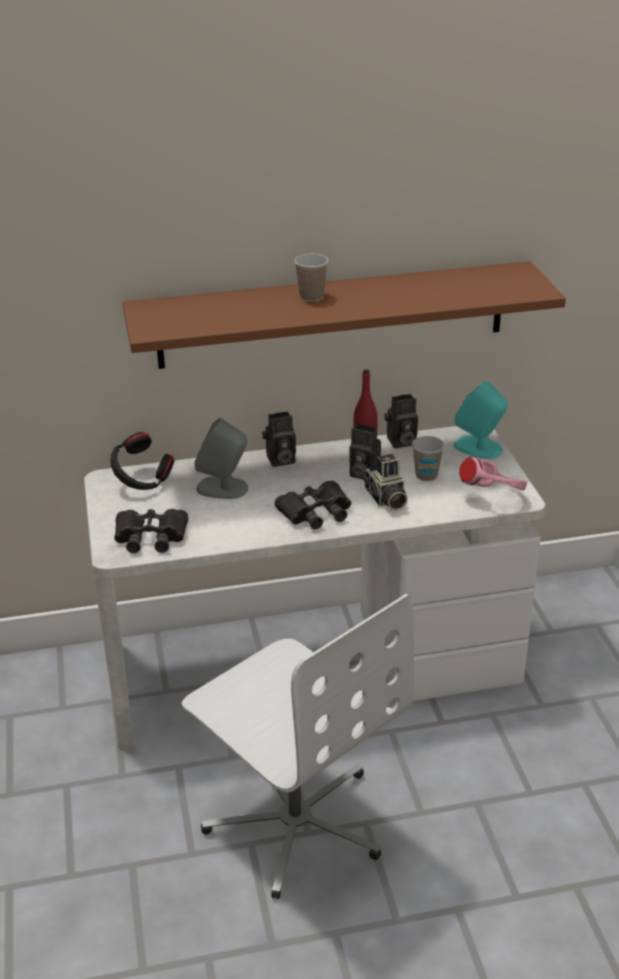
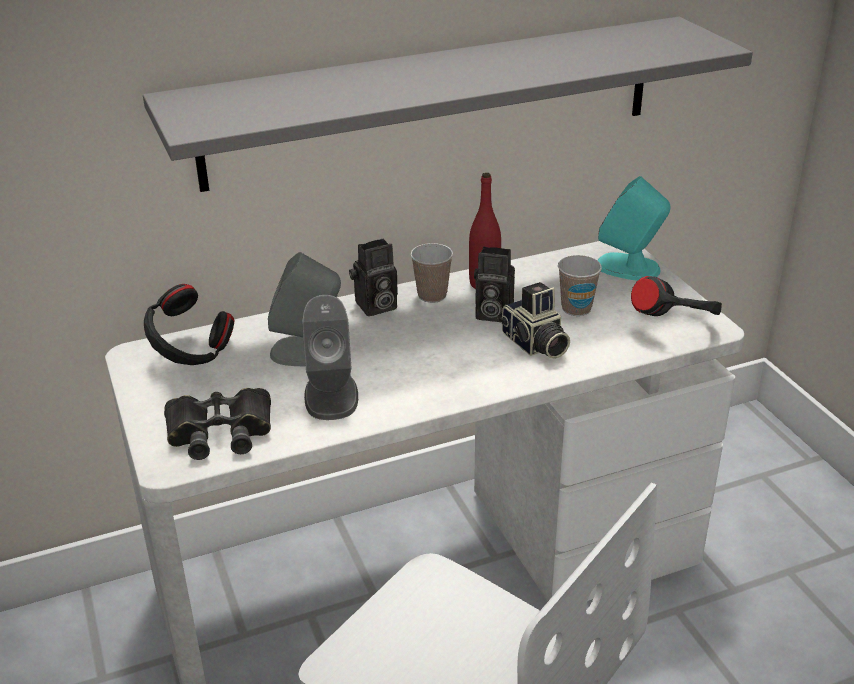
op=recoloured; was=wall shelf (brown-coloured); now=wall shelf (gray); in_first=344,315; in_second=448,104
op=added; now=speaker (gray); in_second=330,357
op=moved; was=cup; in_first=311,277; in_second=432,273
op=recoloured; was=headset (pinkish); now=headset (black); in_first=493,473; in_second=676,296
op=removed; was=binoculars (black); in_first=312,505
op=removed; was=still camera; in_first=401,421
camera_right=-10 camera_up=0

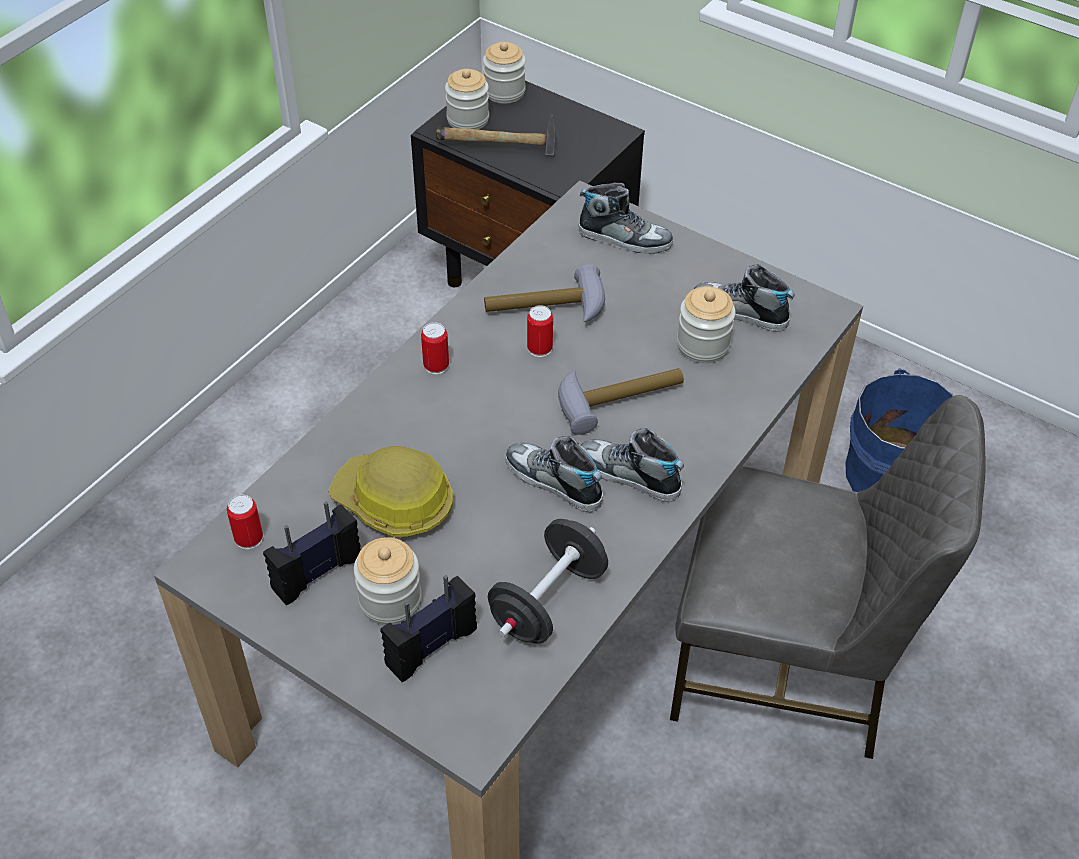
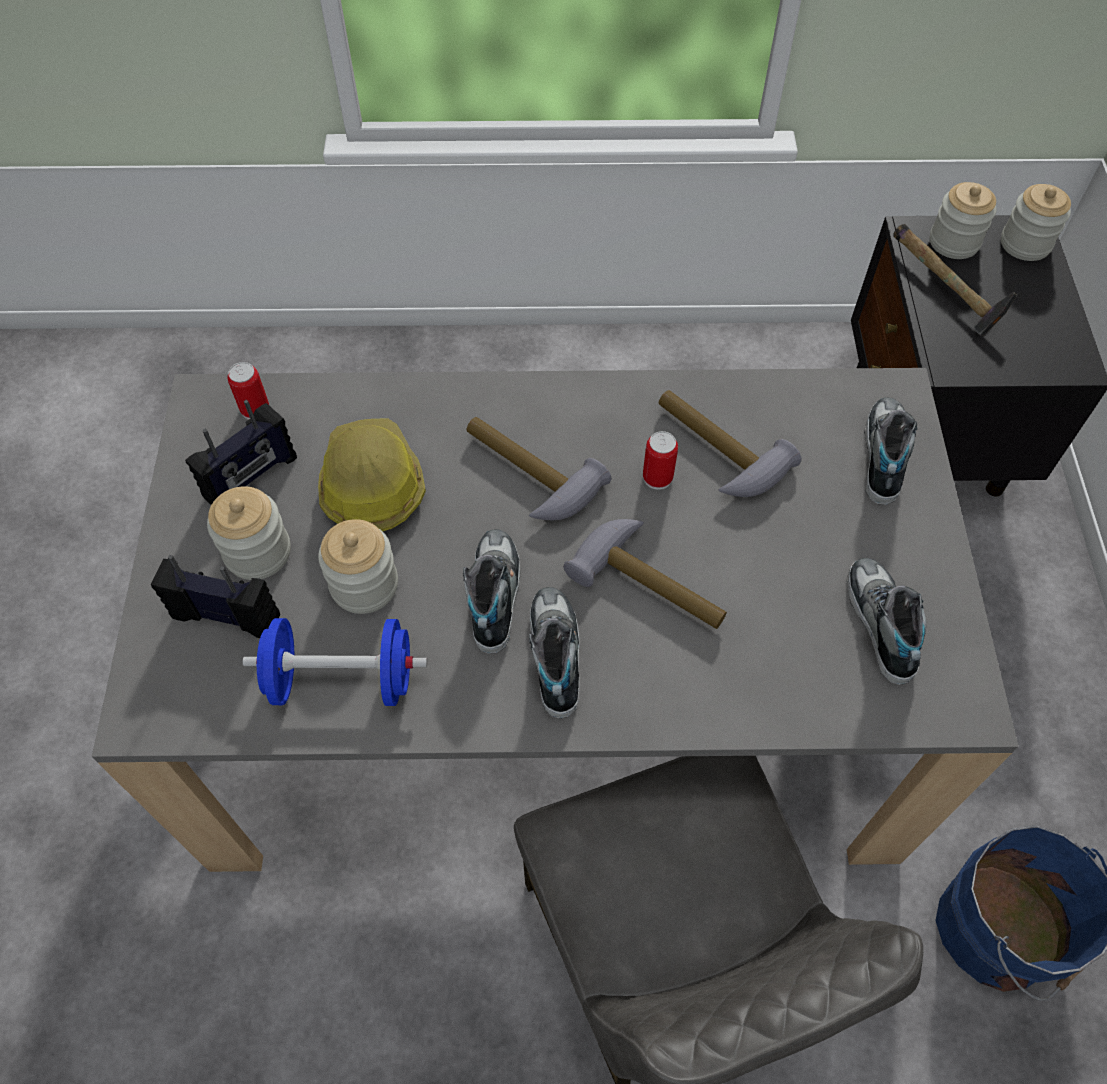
op=turned; was=radio receiver; in_first=312,553; in_second=241,452; clockwise=120
op=recoloured; was=hand weight (black); now=hand weight (blue); in_first=548,581; in_second=335,662
op=moved; was=jar; in_first=706,324; in_second=358,566
op=added; now=hand hammer; in_second=539,468
op=turned; was=shoe; in_first=626,218; in_second=891,451; clockwise=-150
op=removed; was=can; in_first=435,348
camera_right=55 camera_up=10

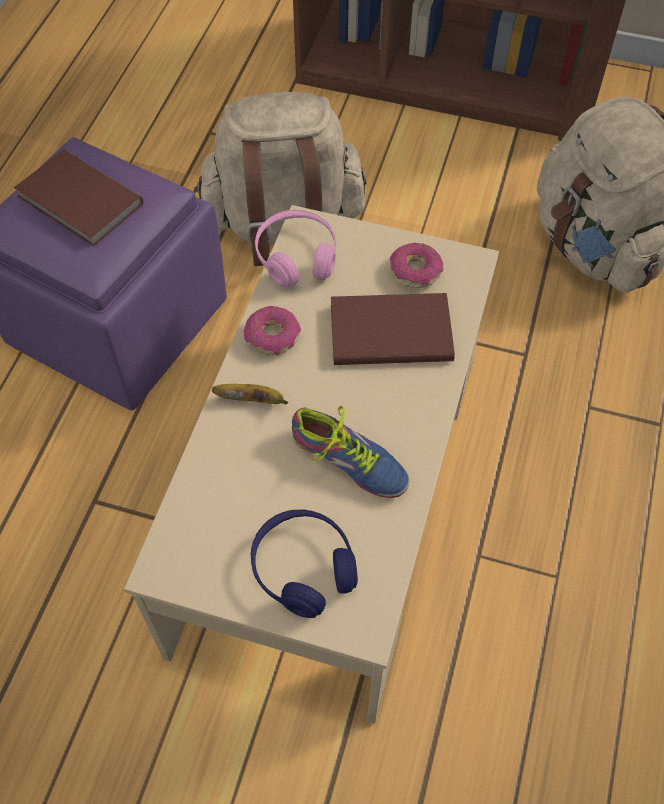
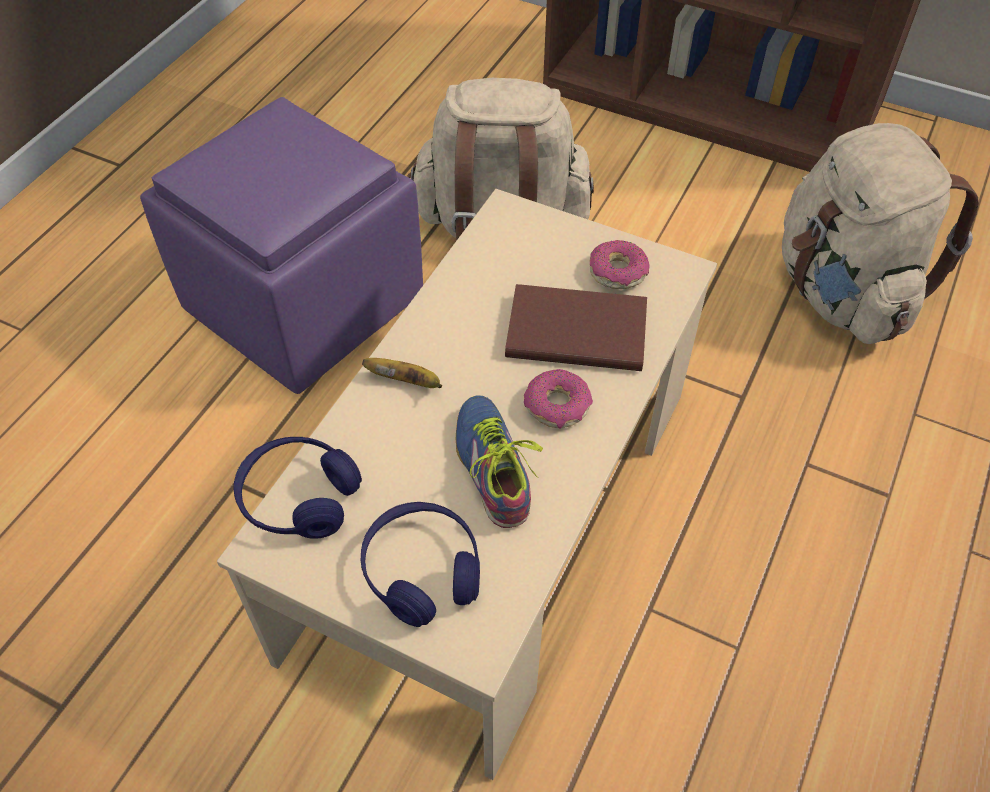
op=added; now=headset (blue); in_second=297,488
op=turned; was=shoe; in_first=350,452; in_second=499,461; clockwise=-150
op=moved; was=doughnut; in_first=272,330; in_second=558,399
op=removed; was=book (brown-coloured); in_first=78,198
op=removed; was=headset (pinkish); in_first=295,248
camera_right=10 camera_up=-5

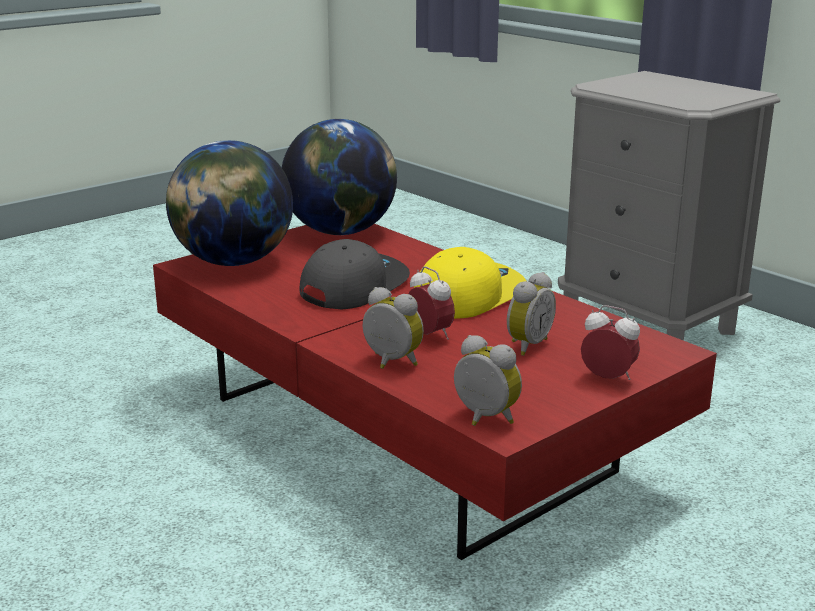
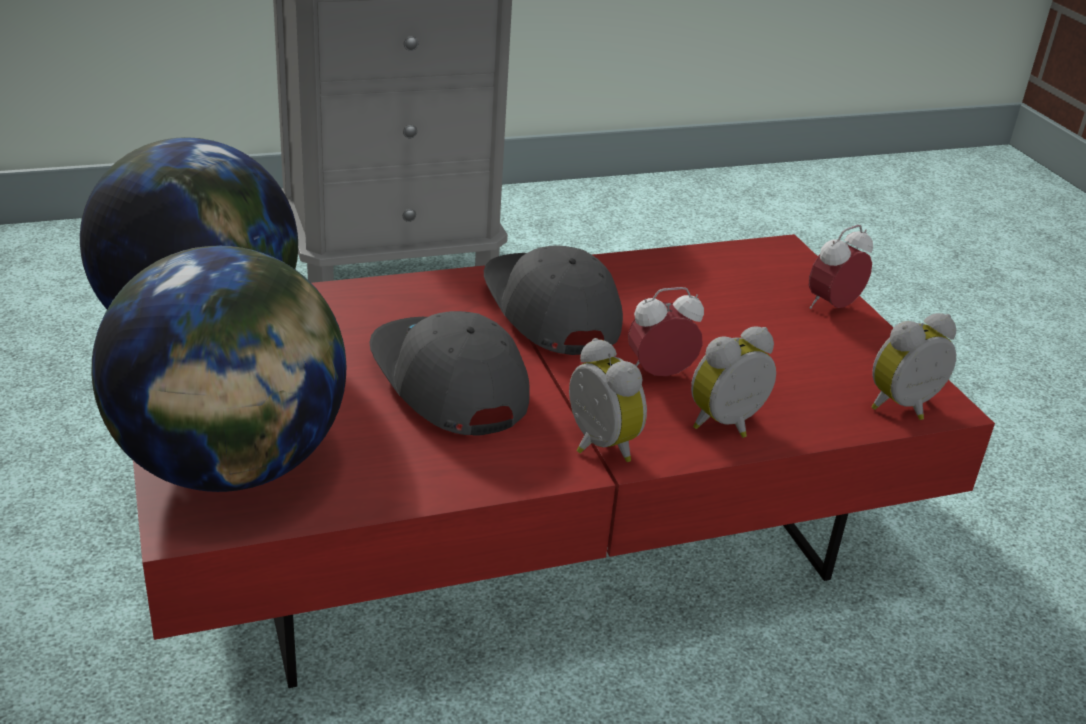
op=recoloured; was=peaked cap (yellowish); now=peaked cap (gray); in_first=470,283; in_second=553,300
op=moved; was=alarm clock; in_first=531,314; in_second=608,400
camera_right=-70 camera_up=10

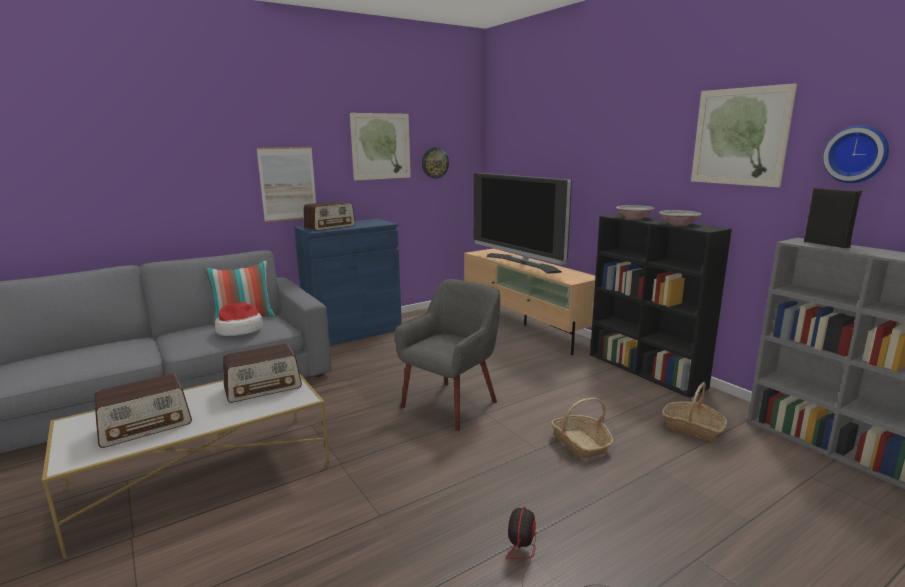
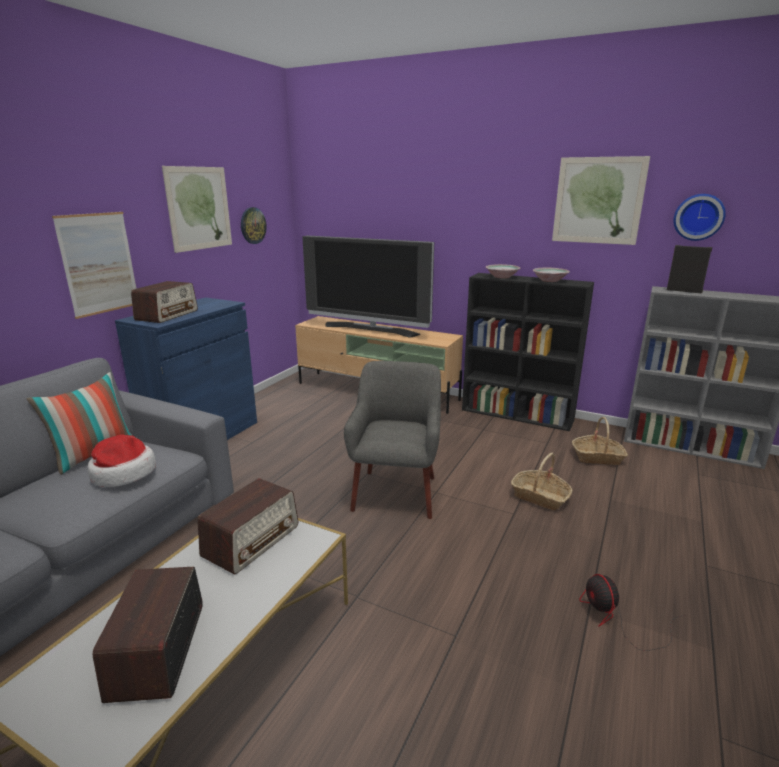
op=turned; was=radio receiver; in_first=143,411; in_second=148,635; clockwise=150
camera_right=-30 camera_up=5

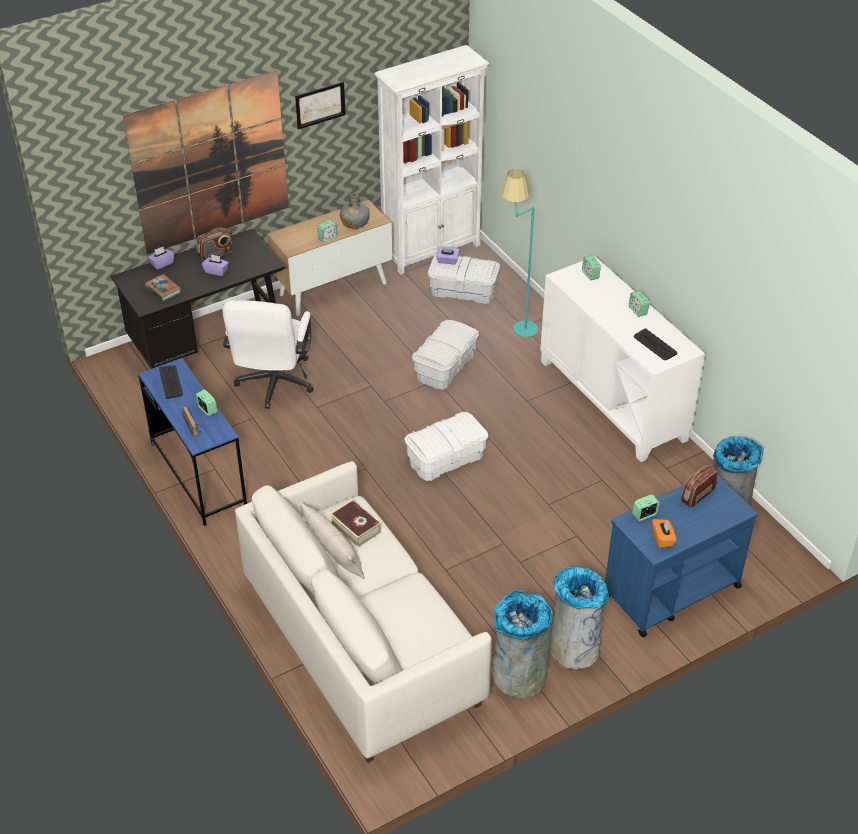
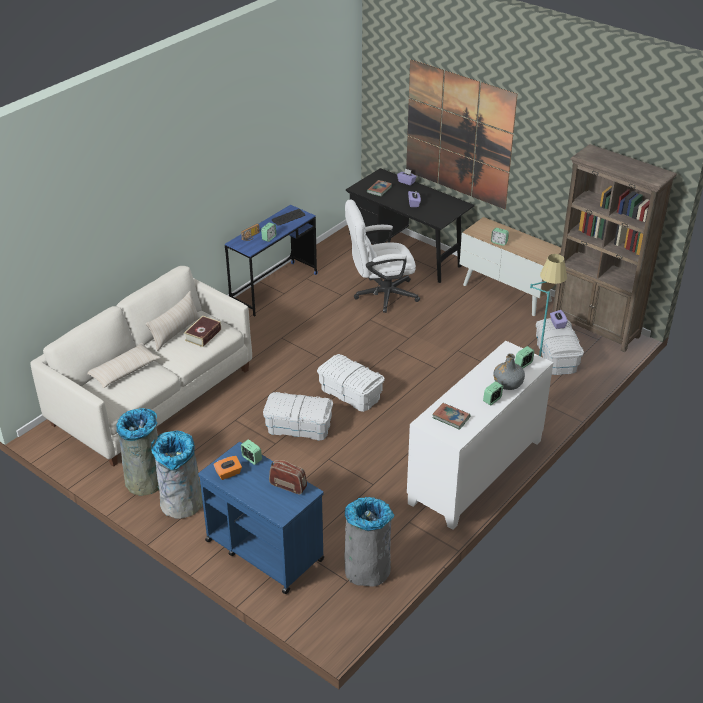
op=added; now=cushion (beige-coloured); in_second=124,365
op=moved; was=storage container (white); in_first=445,355; in_second=298,416
op=replaced; was=computer keyboard; now=book; in_first=655,344; in_second=451,416
op=moved; was=beverage bottle (gray); in_first=355,211; in_second=509,371
op=recoloured; was=shelving unit (white); now=shelving unit (brown-coloured); in_first=432,160; in_second=614,248
op=removed; was=radio receiver; in_first=215,244
op=removed; was=picture; in_first=320,106
camera_right=70 camera_up=-5

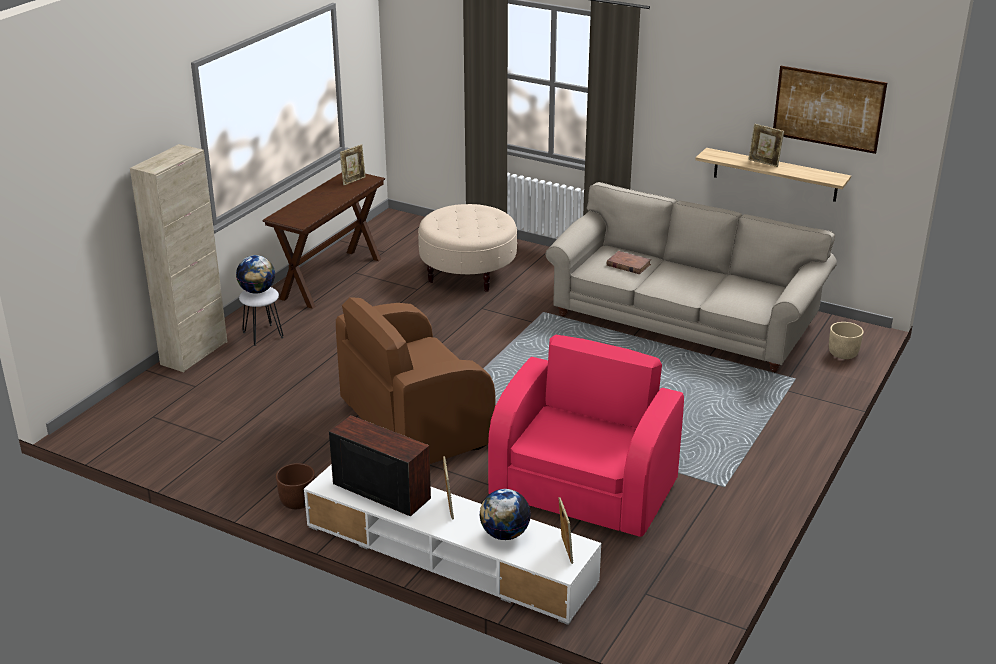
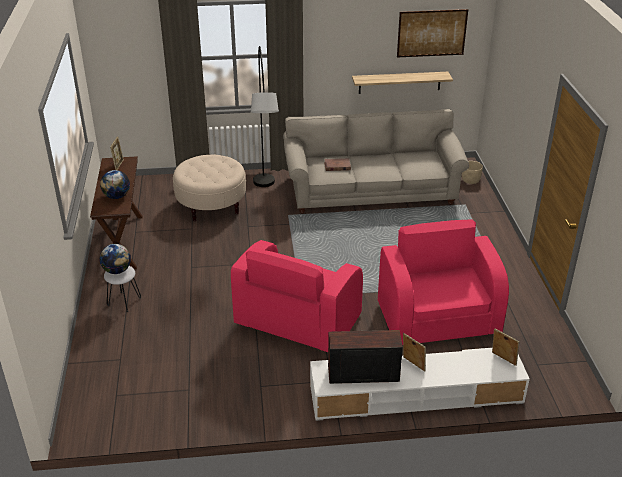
op=moved; was=world globe; in_first=505,514; in_second=115,184
op=recoloured; was=easy chair (brown-coloured); now=easy chair (pinkish); in_first=415,380; in_second=297,296
op=added; now=floor lamp (gray); in_second=265,116
op=removed; was=storage cabinet (beige-coloured); in_first=178,258
op=removed; was=flower pot (brown-coloured); in_first=295,486
op=removed; was=photo frame; in_first=766,145
camera_right=-35 camera_up=5

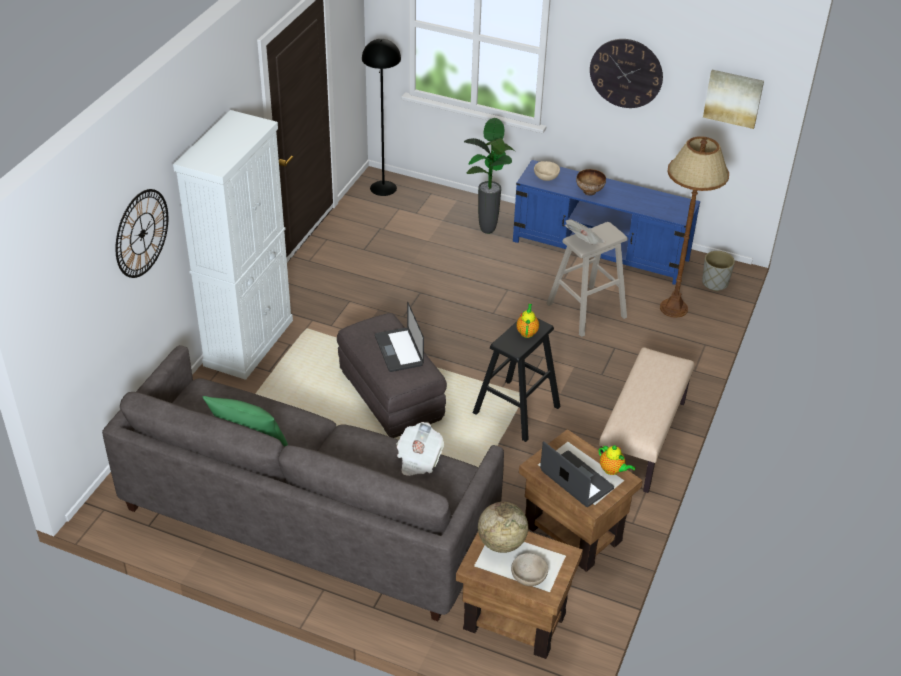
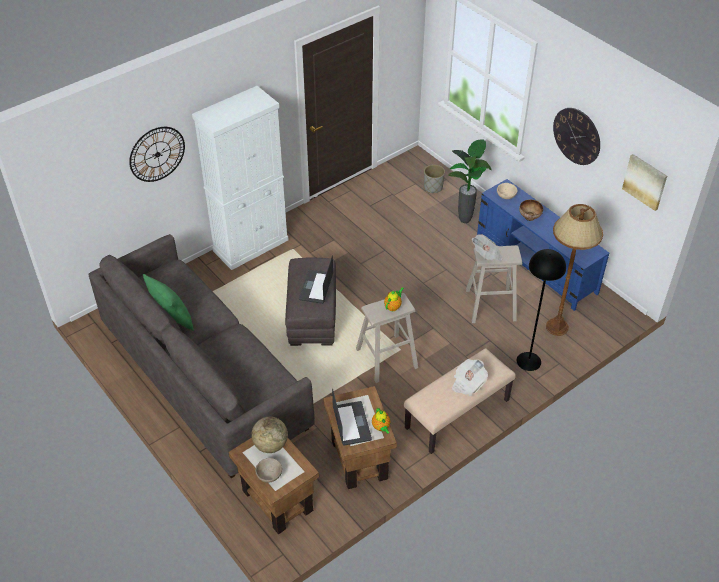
op=recoloured; was=stool (black); now=stool (beige-coloured); in_first=517,380; in_second=387,338
op=moved; was=flower pot (gray); in_first=718,271; in_second=434,179
op=moved; was=printed paper; in_first=420,449; in_second=470,377
op=moved; was=floor lamp (black); in_first=381,117; in_second=541,310
camera_right=30 camera_up=5

